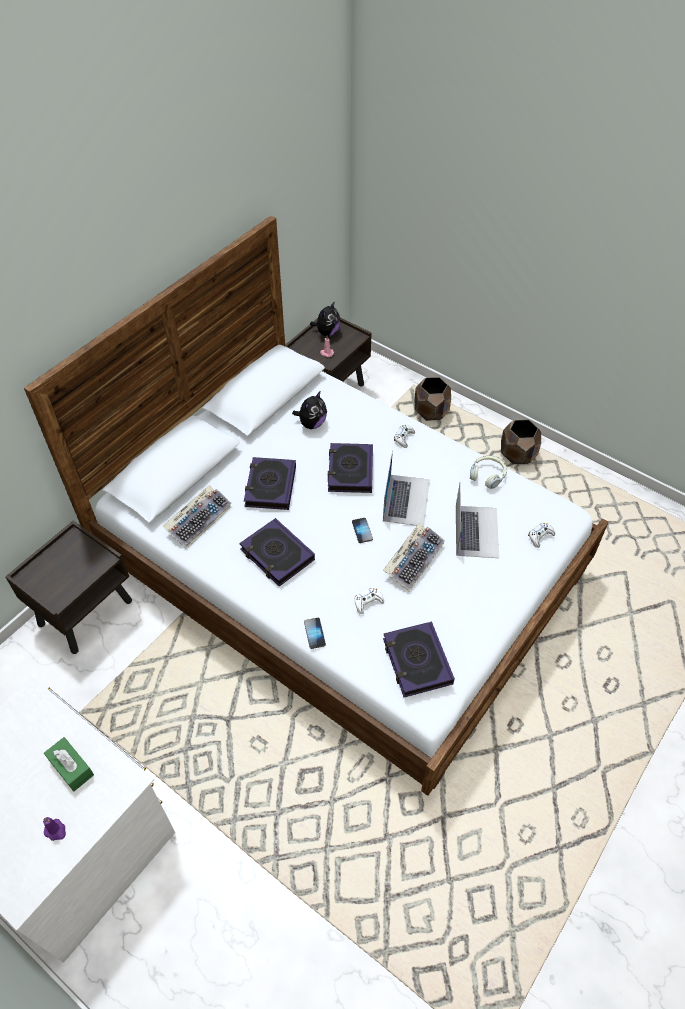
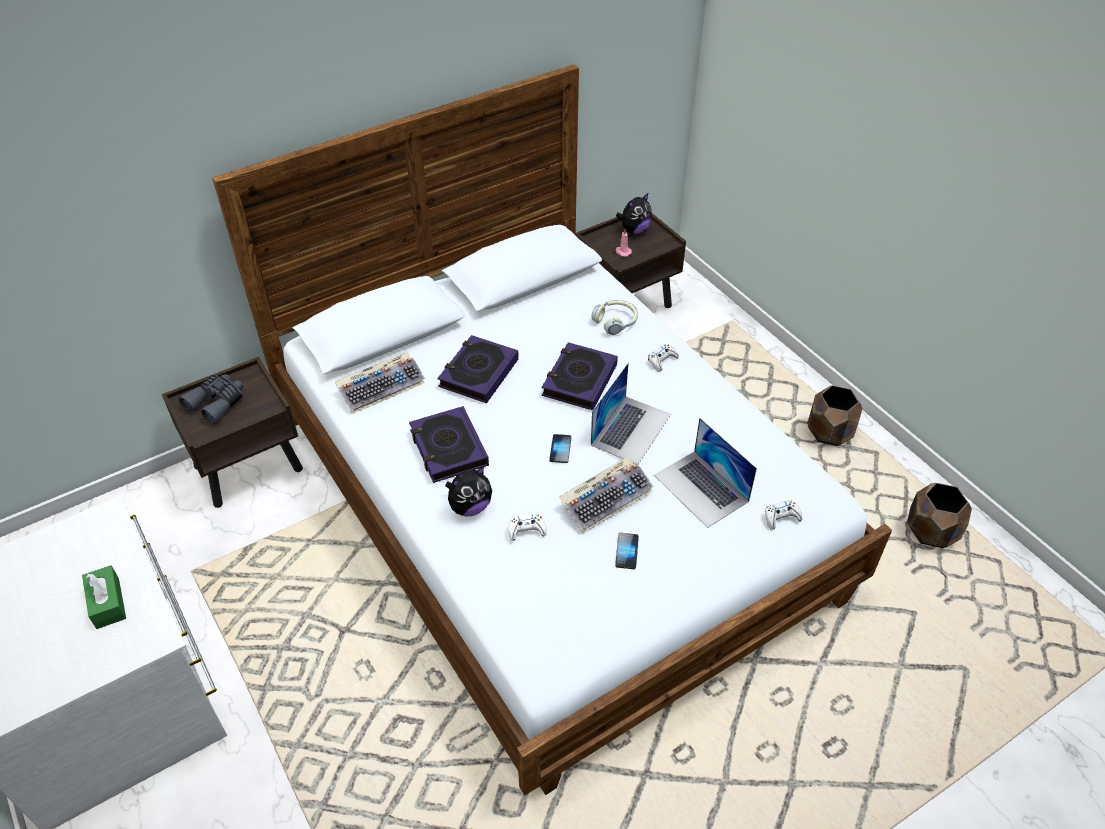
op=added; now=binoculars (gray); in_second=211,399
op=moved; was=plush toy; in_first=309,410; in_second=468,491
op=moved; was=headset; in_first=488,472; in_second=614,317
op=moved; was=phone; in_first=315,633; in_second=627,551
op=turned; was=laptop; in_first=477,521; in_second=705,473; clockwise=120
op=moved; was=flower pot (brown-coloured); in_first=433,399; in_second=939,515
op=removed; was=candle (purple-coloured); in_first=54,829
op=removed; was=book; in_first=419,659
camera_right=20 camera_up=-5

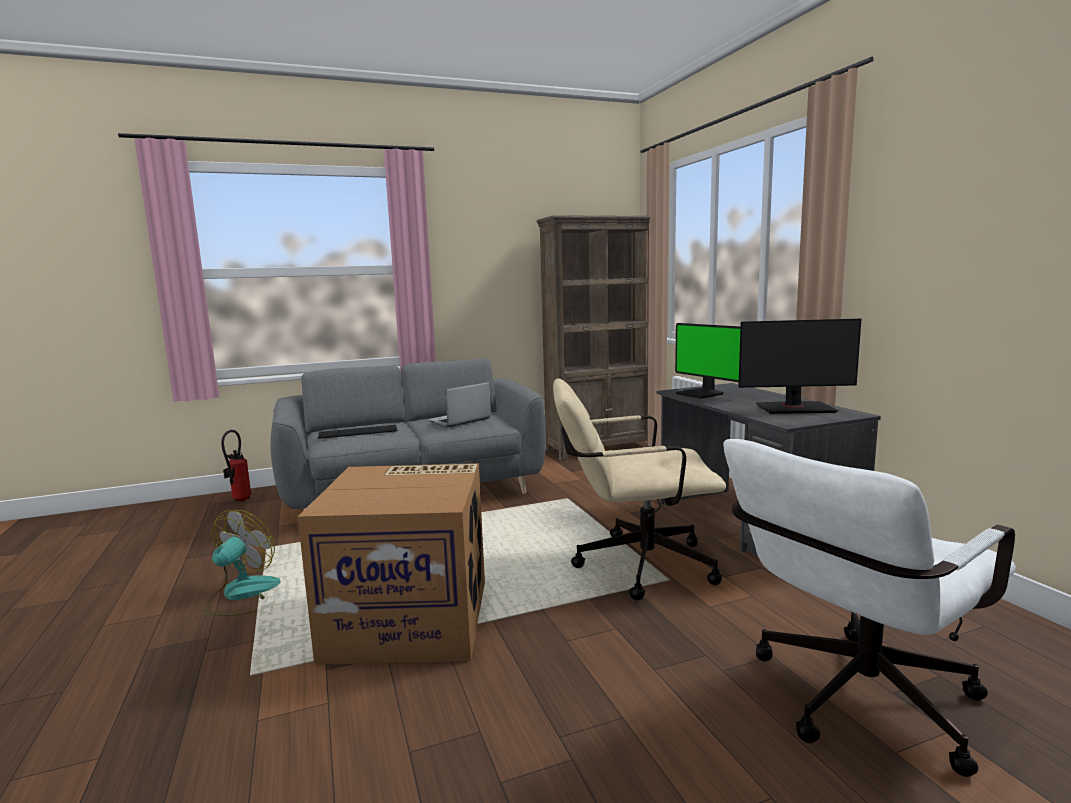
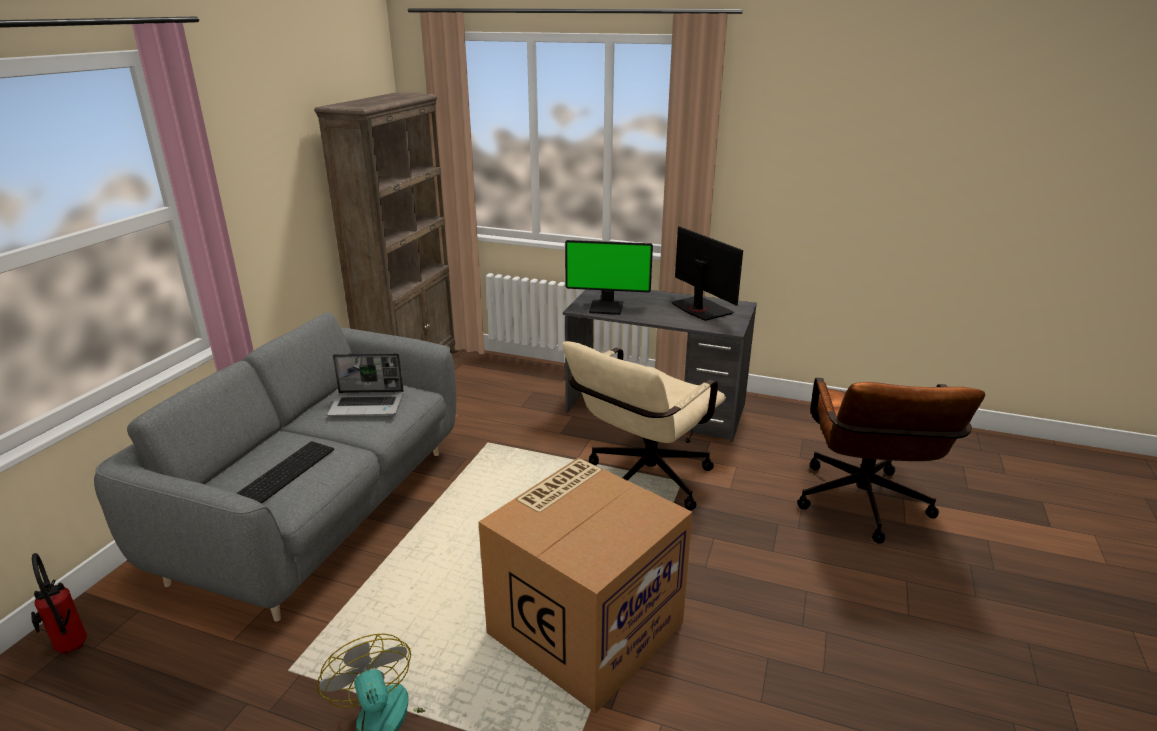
op=turned; was=laptop; in_first=459,404; in_second=365,384; clockwise=-90
op=turned; was=computer display; in_first=799,366; in_second=707,273; clockwise=-75
op=recoloured; was=computer chair (white); now=computer chair (brown-coloured); in_first=869,608; in_second=891,461
camera_right=-50 camera_up=15

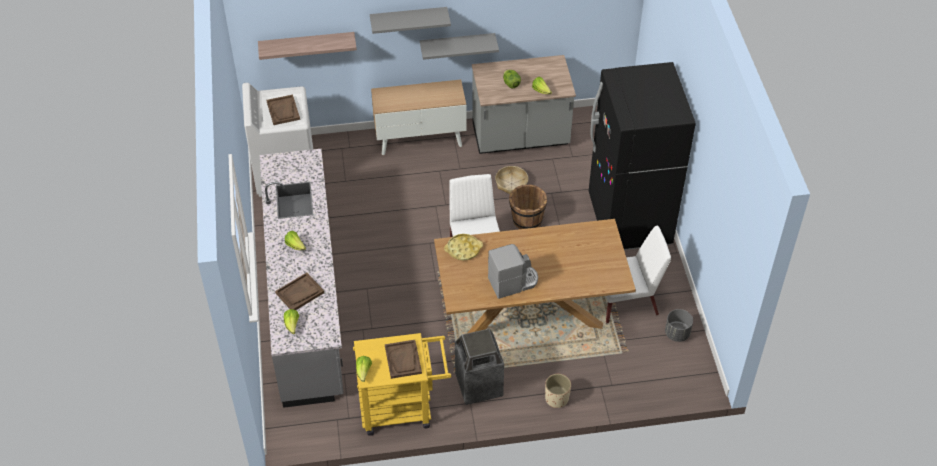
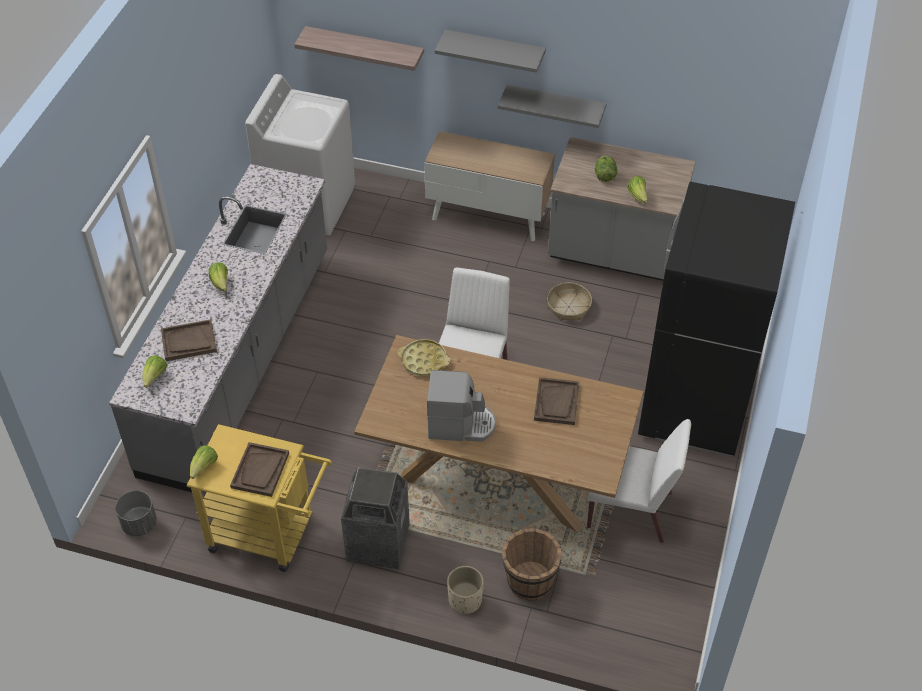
op=moved; was=flower pot (gray); in_first=679,325; in_second=136,513
op=moved; was=bucket (brown-coloured); in_first=528,206; in_second=532,564
op=moved; was=tray (brown-coloured); in_first=283,109; in_second=556,401
camera_right=25 camera_up=0

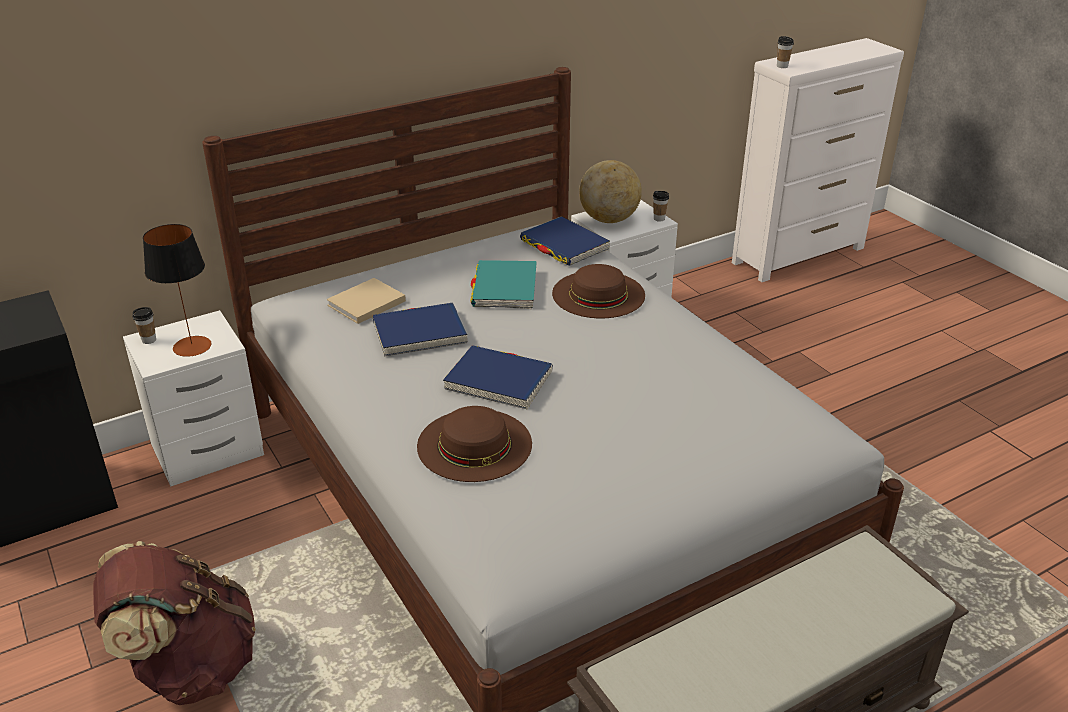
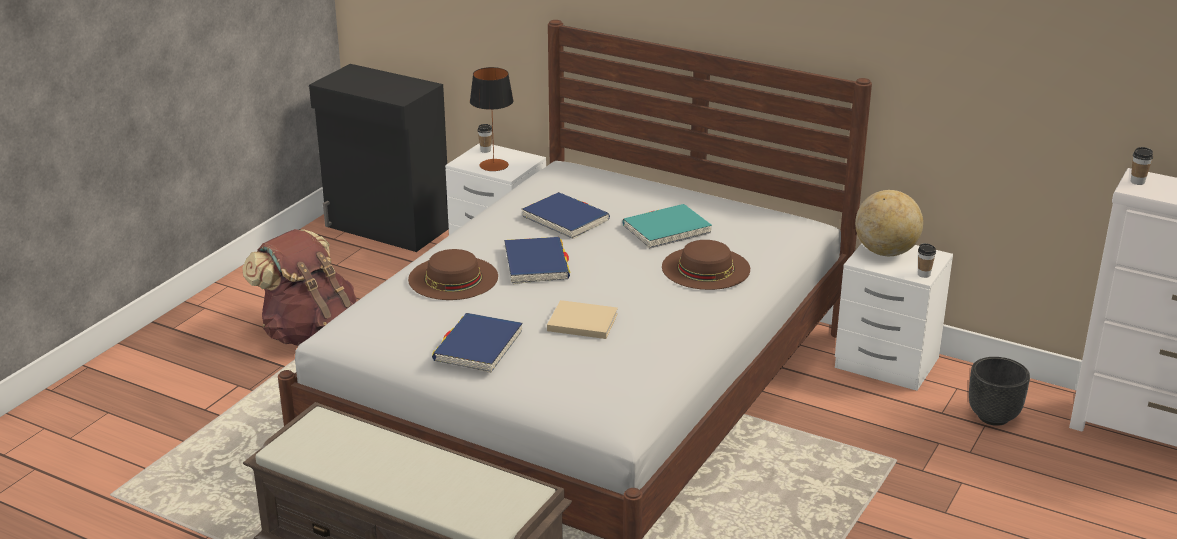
op=moved; was=book (blue); in_first=565,241; in_second=477,343
op=moved; was=book (beige-coloured); in_first=366,301; in_second=582,319
op=added; now=flower pot (black); in_second=999,391
camera_right=60 camera_up=-5

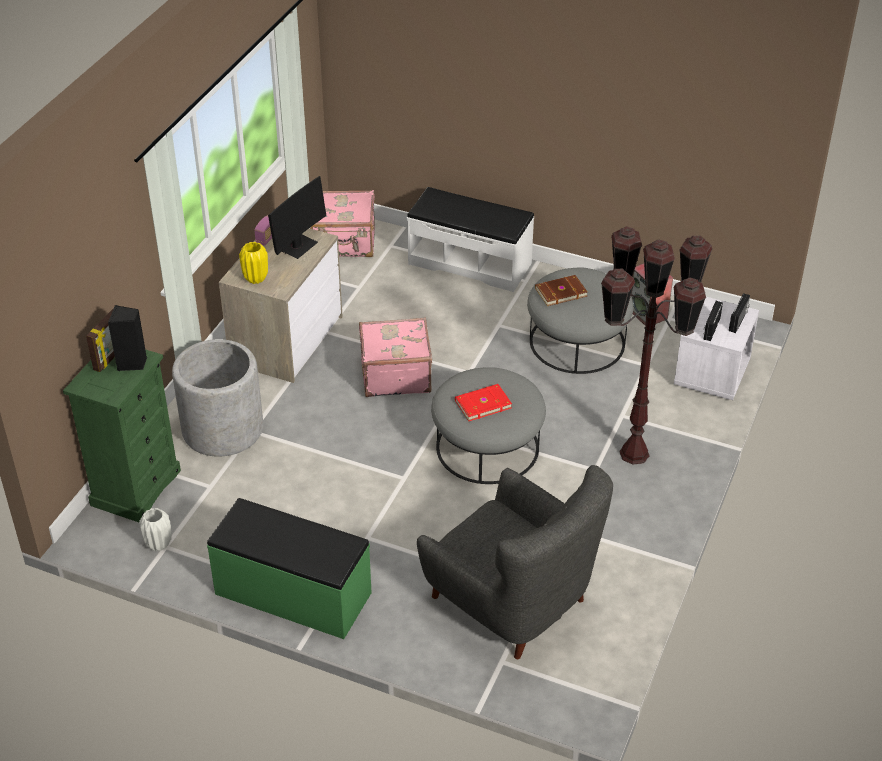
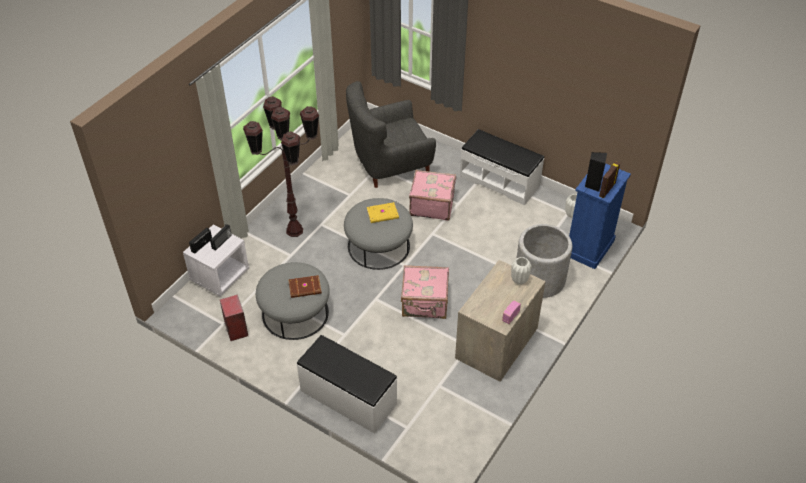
op=turned; was=easy chair (gray); in_first=515,562; in_second=391,134; clockwise=-75
op=recoloured; was=book (red-coloured); now=book (yellowish); in_first=483,402; in_second=383,212
op=moved; was=travel case (pinkish); in_first=342,223; in_second=432,195
op=recoloured; was=long seat (green-coloured); now=long seat (white); in_first=289,568; in_second=502,167
op=recoloured; was=flower vase (yellowish); now=flower vase (white); in_first=253,263; in_second=521,271
op=recoloured; was=drawer chest (green-coloured); now=drawer chest (blue); in_first=122,435; in_second=600,216
op=removed; was=computer display; in_first=297,217
camera_right=-170 camera_up=5

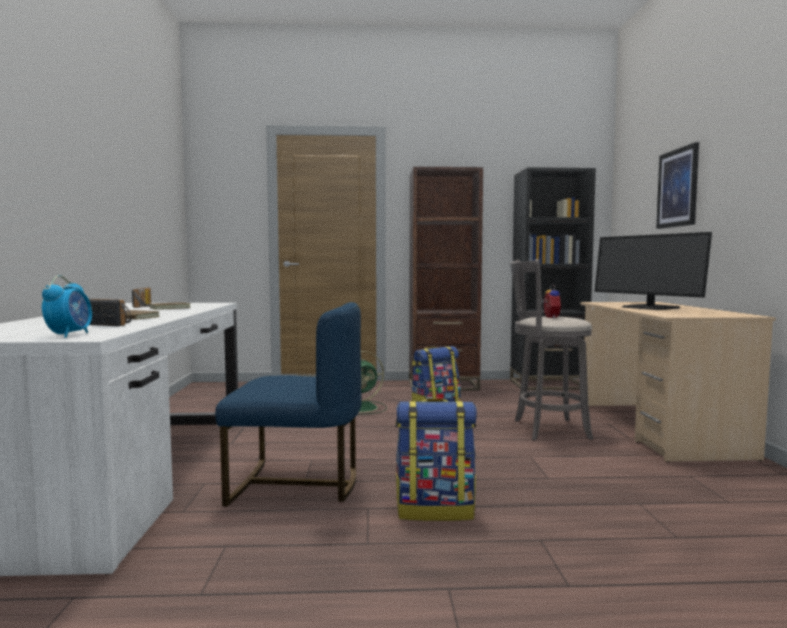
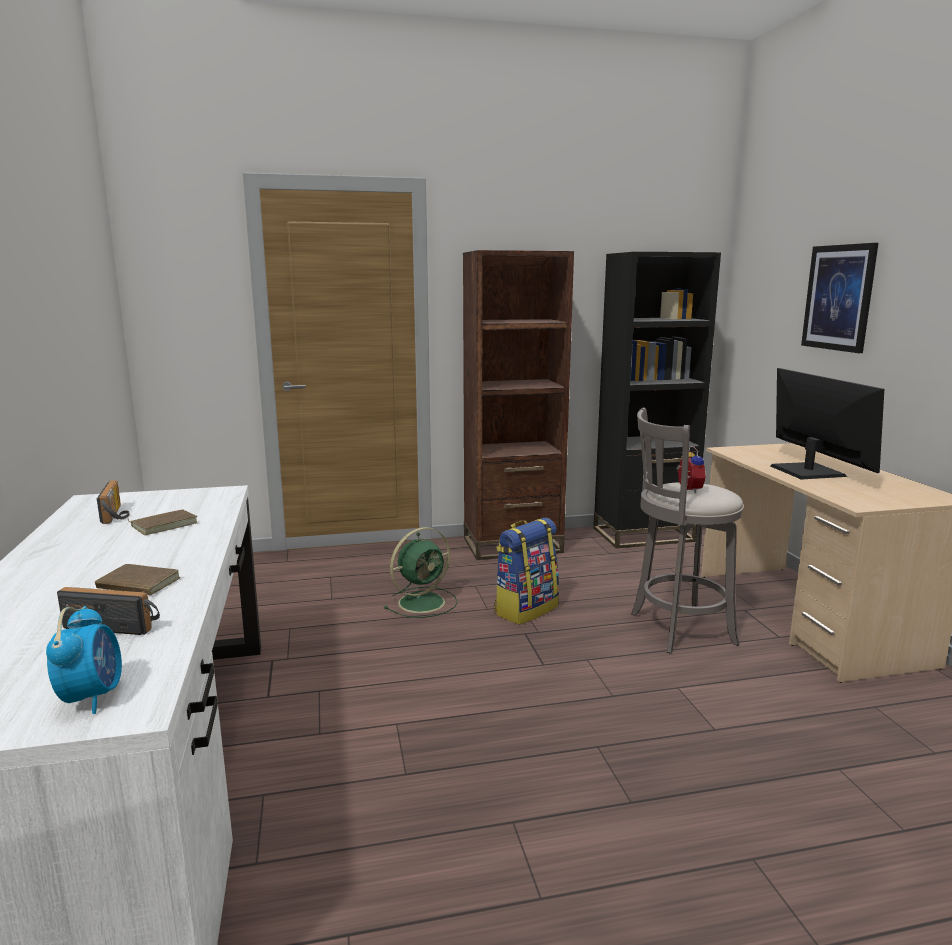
op=turned; was=computer display; in_first=653,271; in_second=827,424; clockwise=-150
op=removed; was=upright chair (blue); in_first=288,404
op=removed; was=knapsack; in_first=436,459
camera_right=-10 camera_up=10

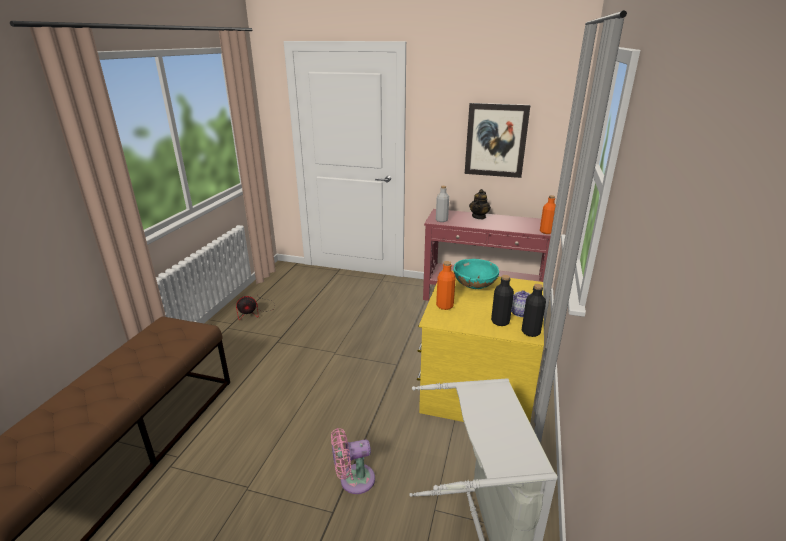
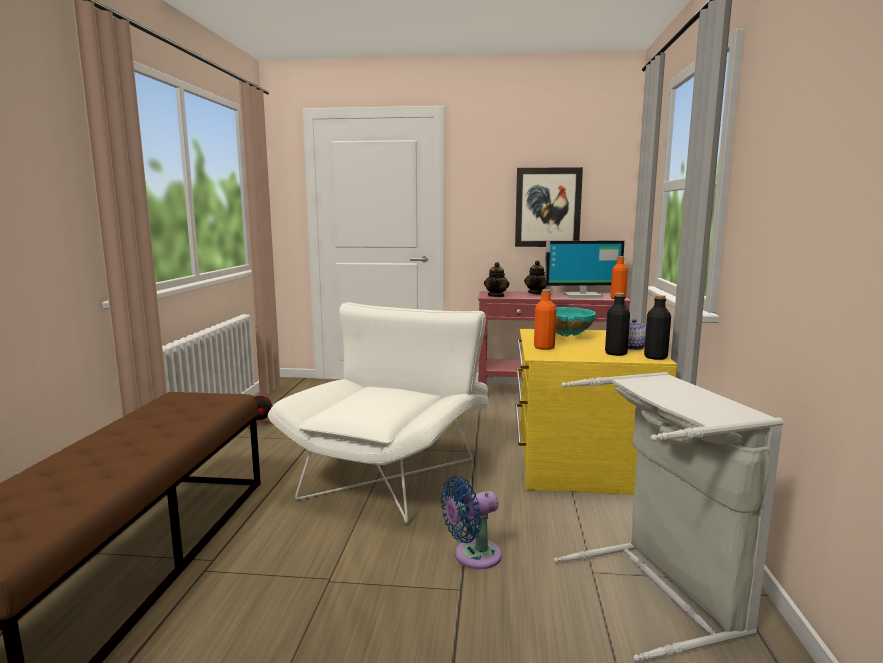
op=added; now=easy chair (white); in_second=378,413
op=recoloured; was=fan (pinkish); now=fan (blue); in_first=353,461; in_second=471,522
op=replaced; was=beverage bottle (gray); now=teapot; in_first=442,204; in_second=496,279
op=added; now=computer display; in_second=585,269
camera_right=-10 camera_up=-15

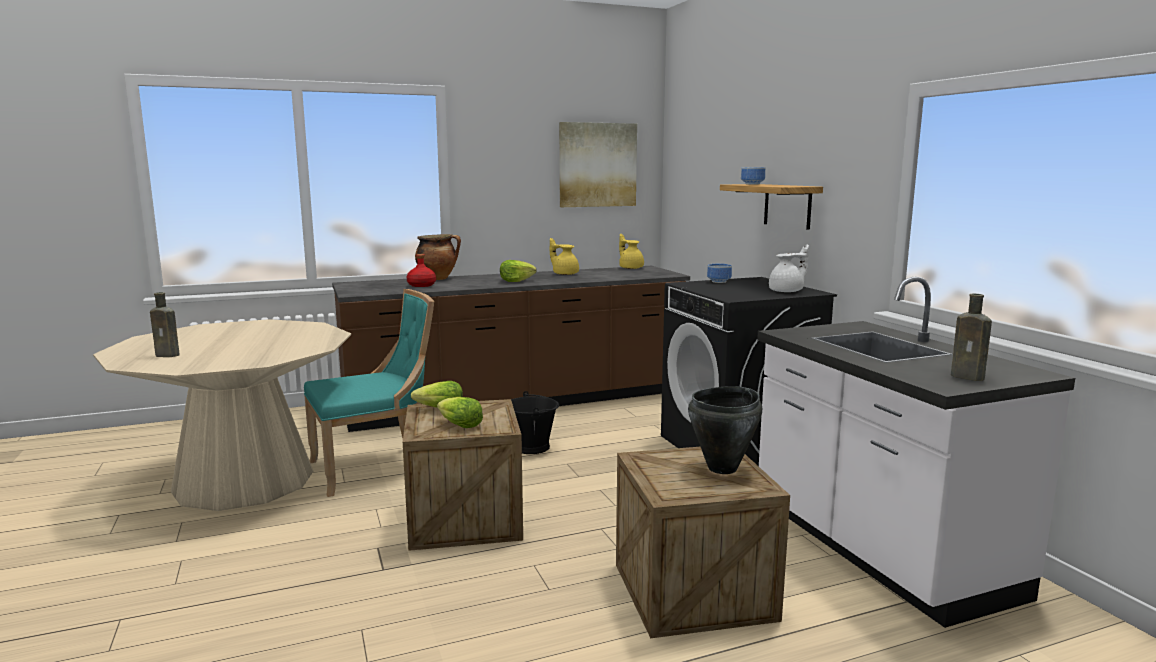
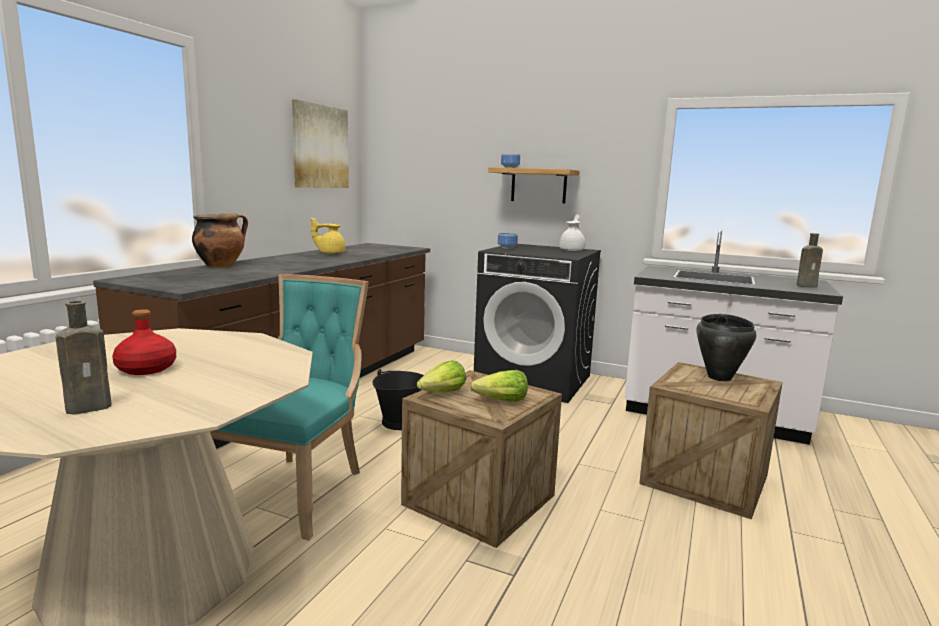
op=moved; was=beverage bottle (red-coloured); in_first=421,270; in_second=144,342
op=removed; was=lettuce; in_first=518,271
op=removed; was=teapot (yellowish); in_first=631,251
camera_right=-45 camera_up=0

